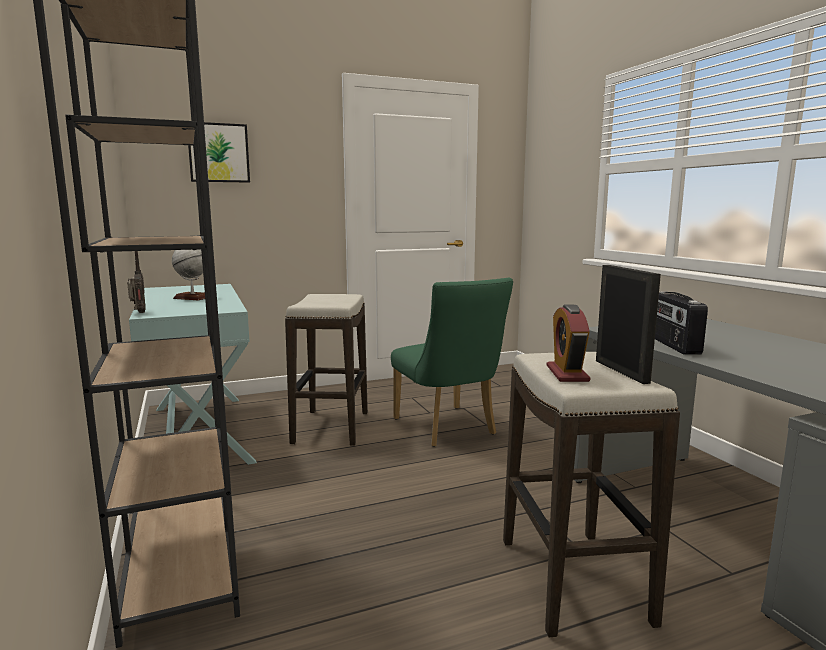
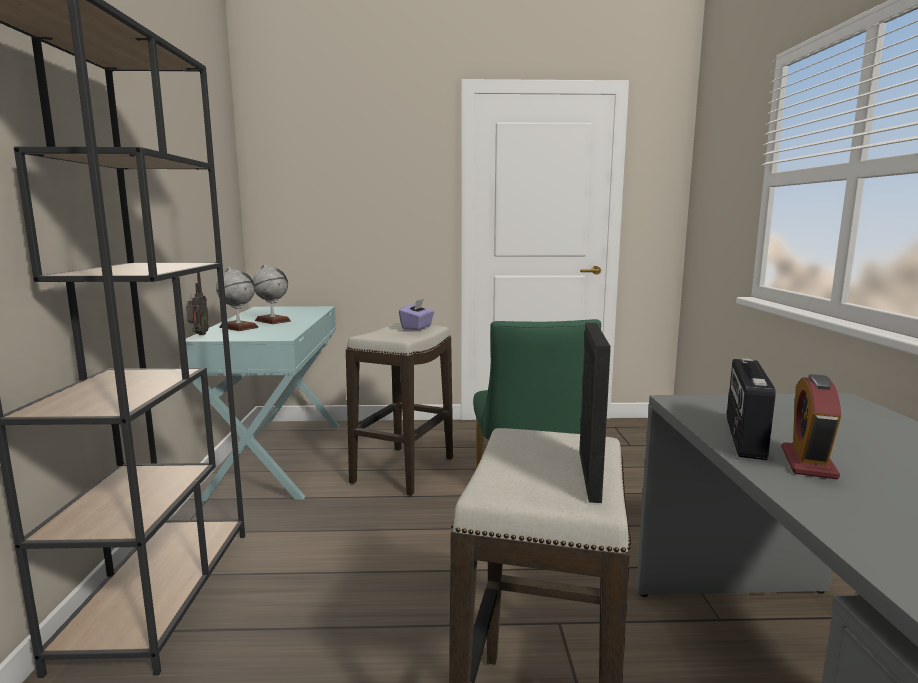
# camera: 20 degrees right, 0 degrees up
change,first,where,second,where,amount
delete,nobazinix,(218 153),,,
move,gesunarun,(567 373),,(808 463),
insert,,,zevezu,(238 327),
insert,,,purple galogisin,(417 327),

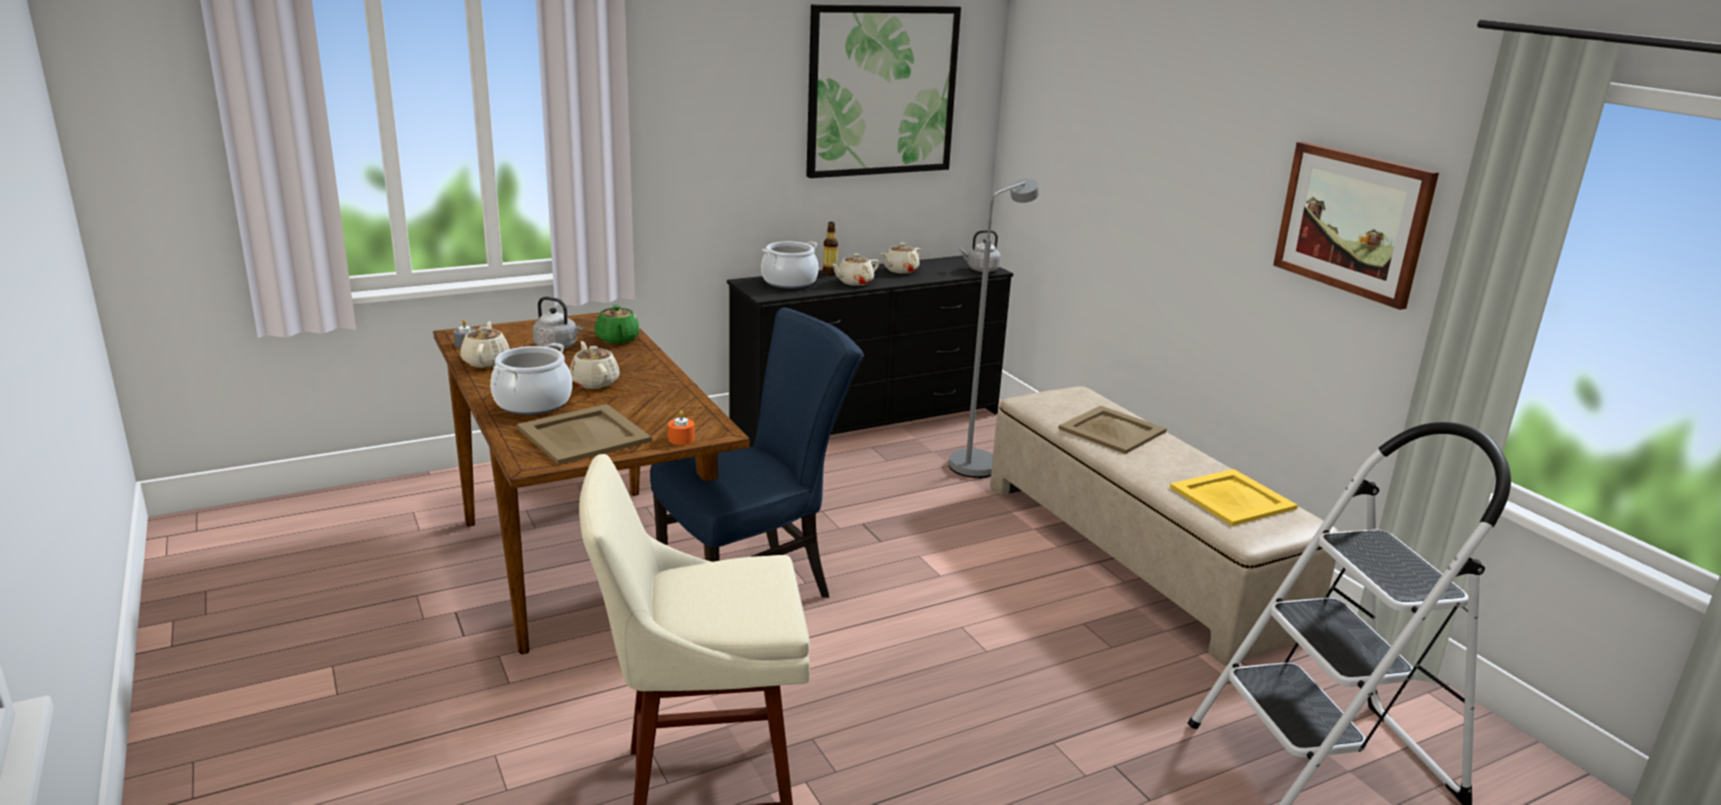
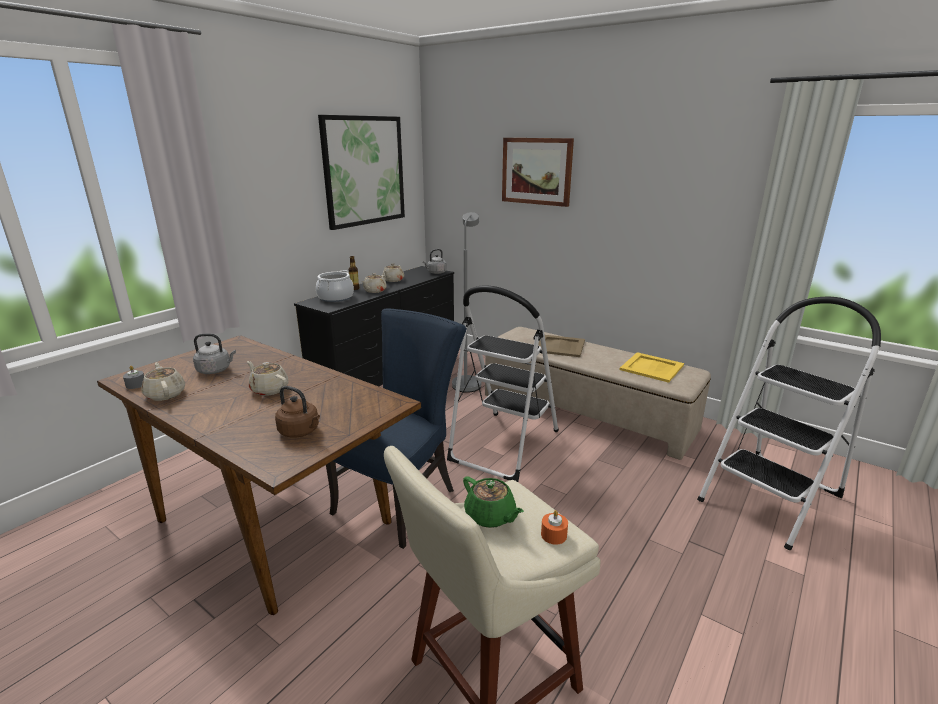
# camera: 25 degrees left, 0 degrees up
change,first,where,second,where,amount
move,nobazinix,(1353 222),,(536 171),
move,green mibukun,(617 339),,(490 516),
delete,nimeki,(532 403),,,
replace,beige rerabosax,(585 435),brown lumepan,(300 431),
move,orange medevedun,(681 439),,(553 535),
insert,,,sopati,(502 446),

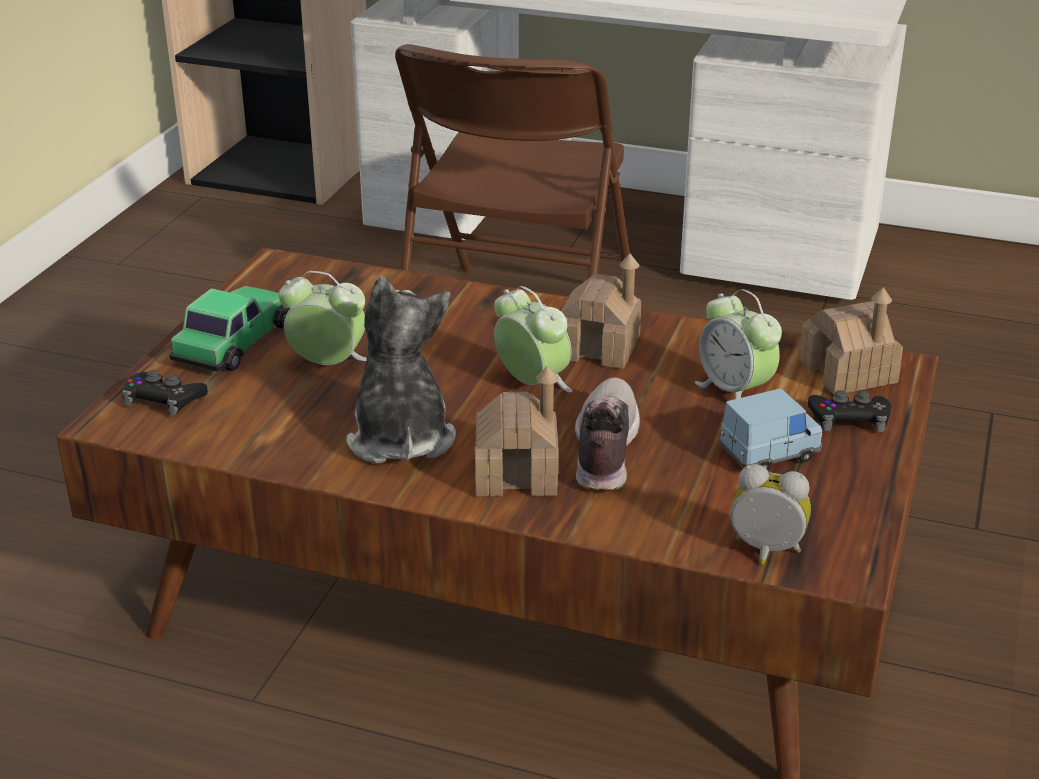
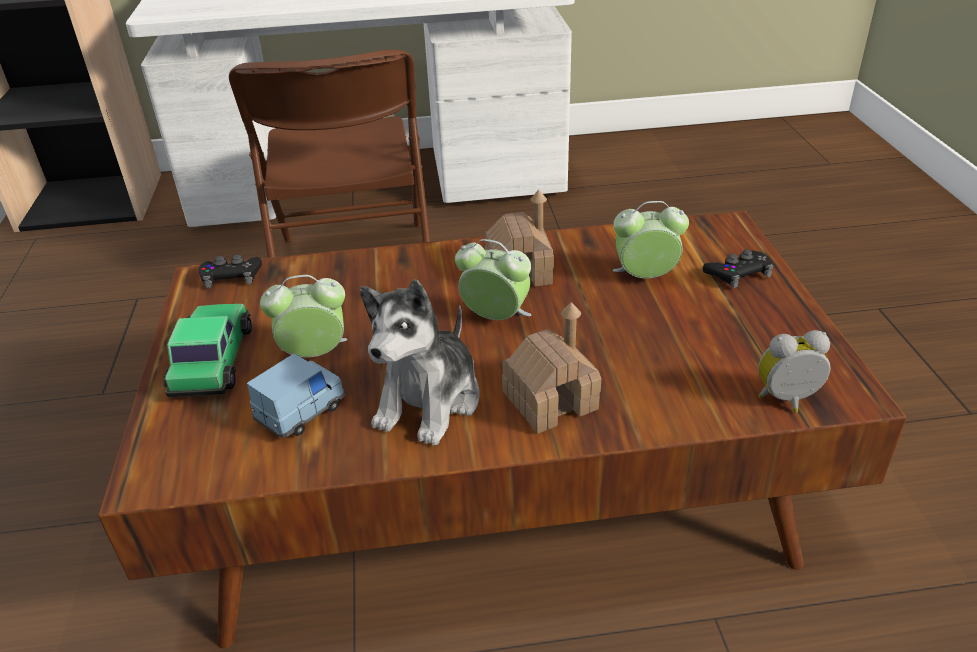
# camera: 25 degrees left, 5 degrees up
change,first,where,second,where,amount
rotate,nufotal,(400 437),,(430 401),120 degrees counterclockwise
delete,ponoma,(848 372),,,
rotate,gesunarun,(735 391),,(645 277),150 degrees clockwise
move,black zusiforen,(164 400),,(231 276),
delete,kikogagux,(603 450),,,
move,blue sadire,(769 453),,(301 412),

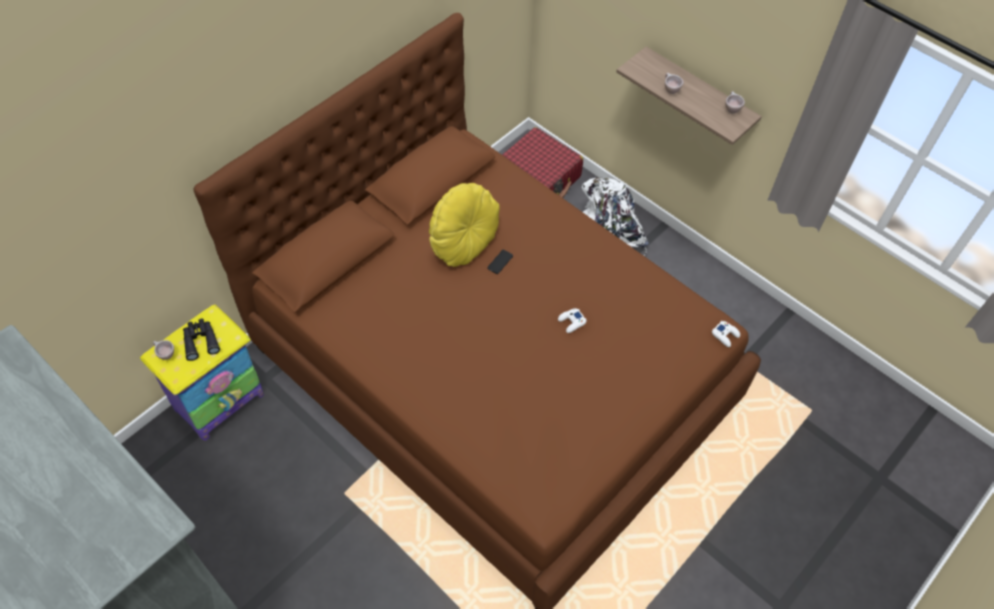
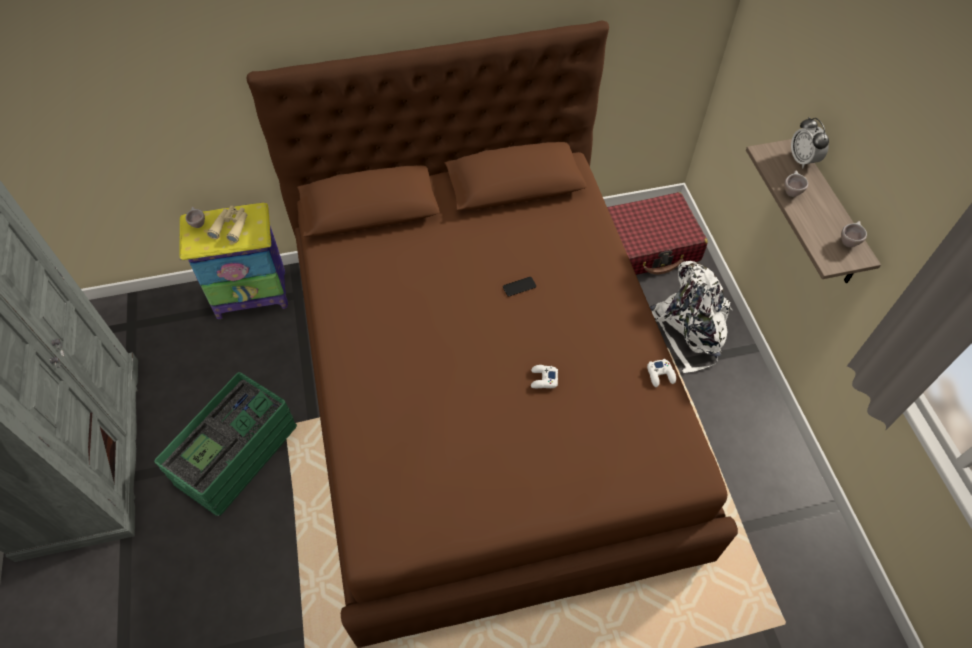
# camera: 35 degrees right, 0 degrees up
change,first,where,second,where,amount
delete,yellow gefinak,(464 247),,,
recolor,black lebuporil,(201 341),beige lebuporil,(231 226),
move,white zusiforen,(725 335),,(660 375),
insert,,,gesunarun,(802 160),
insert,,,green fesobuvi,(235 452),

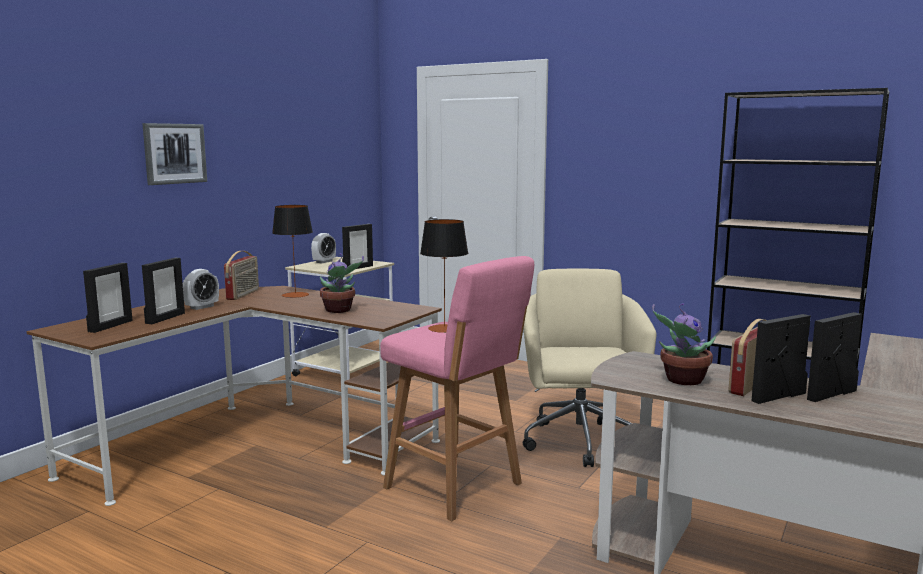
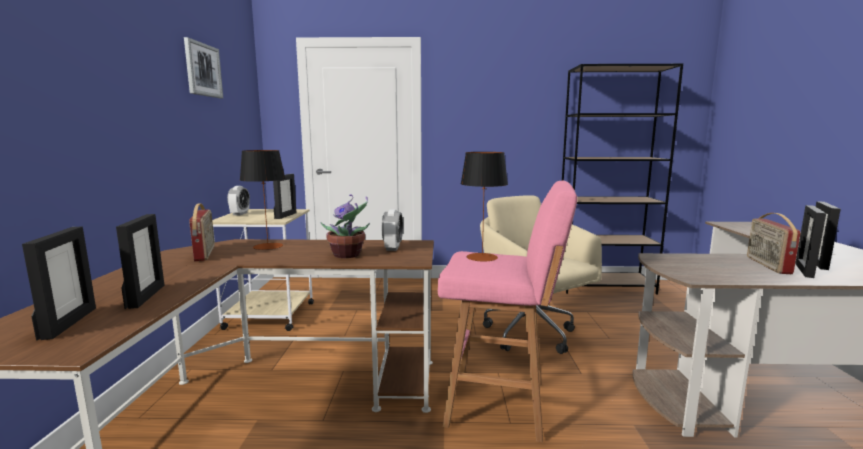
# camera: 30 degrees left, 0 degrees up
change,first,where,second,where,amount
move,nobazinix,(174 153),,(203 70),
move,gesunarun,(202 307),,(392 248),
delete,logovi,(682 380),,,

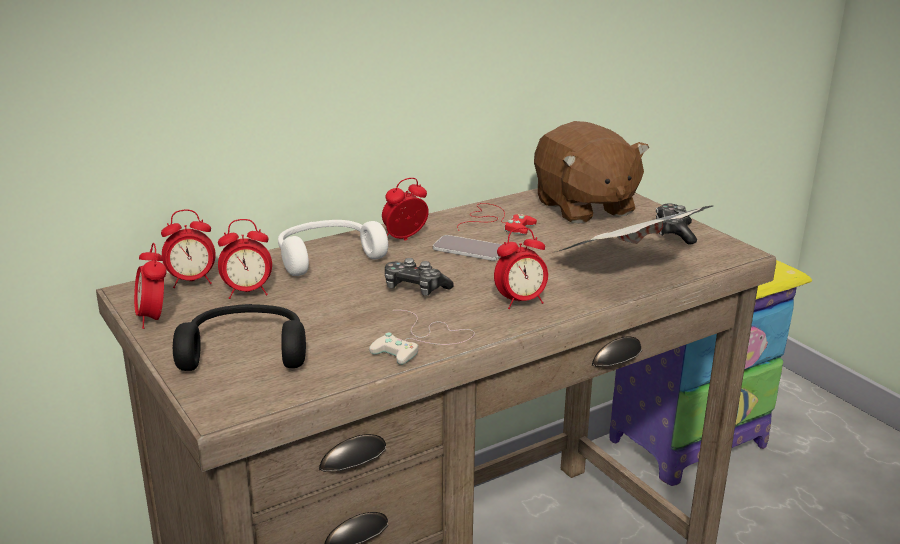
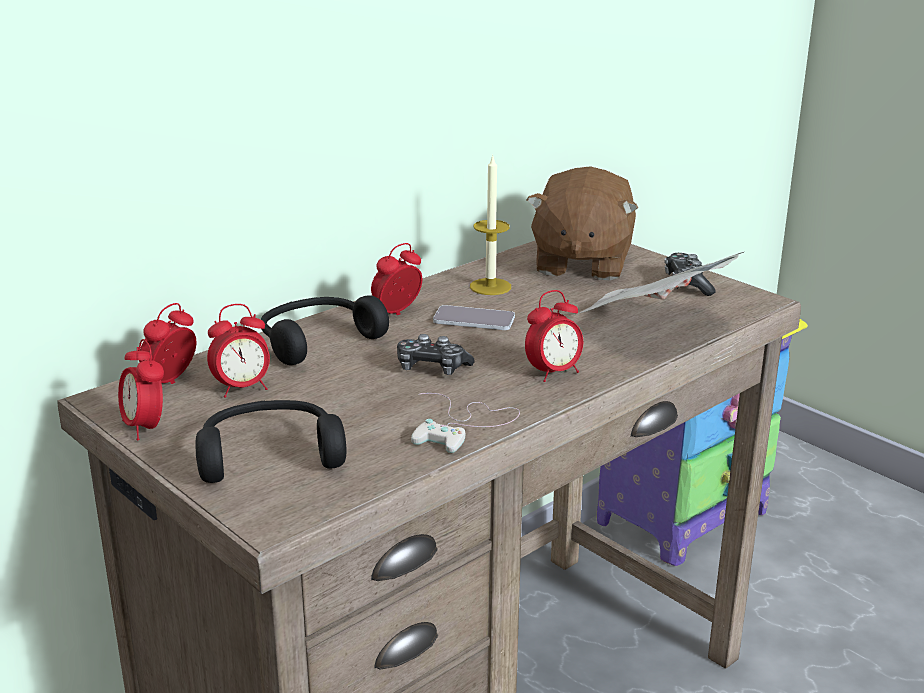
# camera: 10 degrees left, 0 degrees up
change,first,where,second,where,amount
rotate,brown nufotal,(584 207),,(580 263),45 degrees clockwise
replace,red zusiforen,(495 222),medevedun,(490 287),
rotate,gesunarun,(192 282),,(171 382),150 degrees clockwise
recolor,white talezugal,(327 257),black talezugal,(316 340),

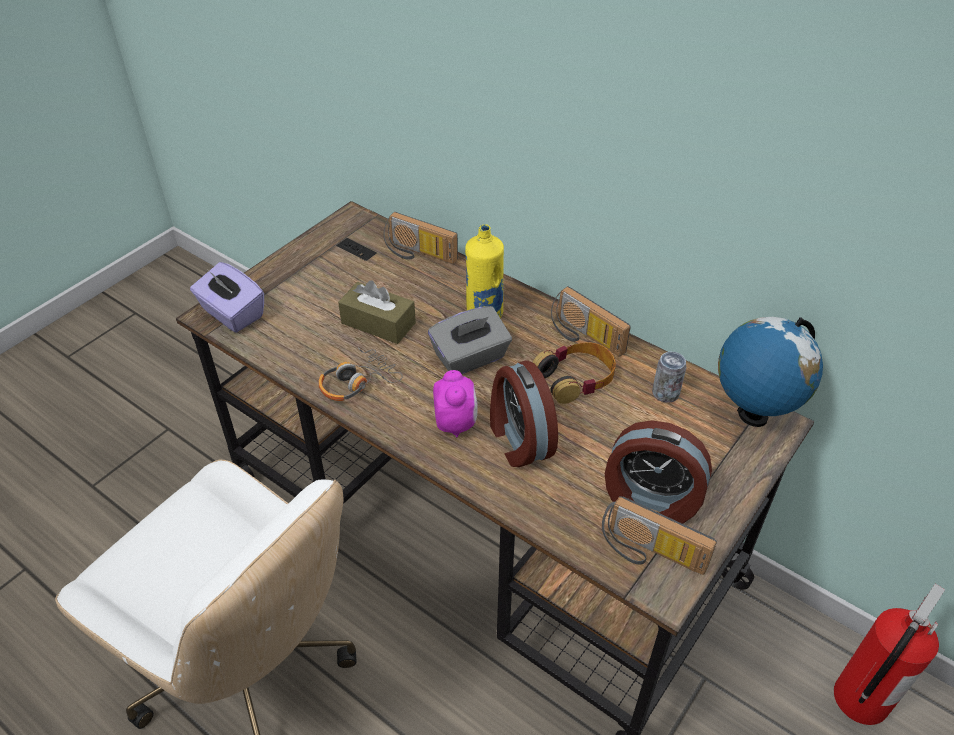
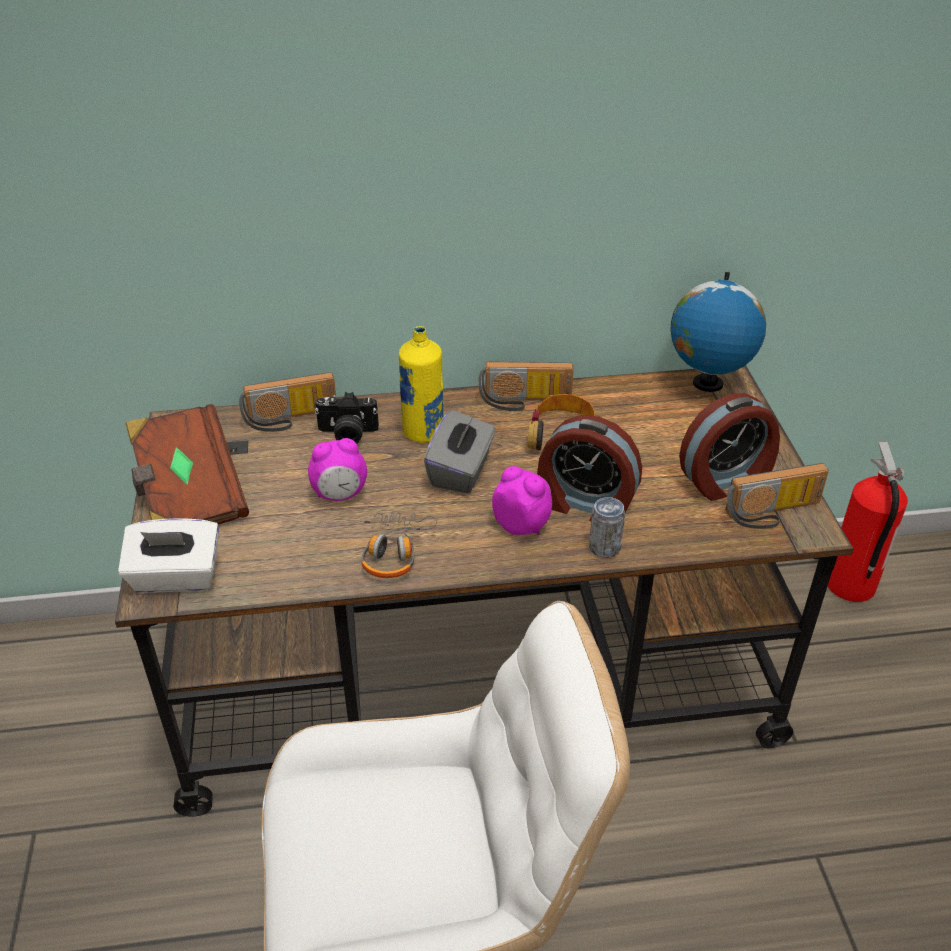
# camera: 45 degrees left, 5 degrees down
change,first,where,second,where,amount
recolor,purple galogisin,(232 314),white galogisin,(176 577),
replace,brown galogisin,(378 323),gesunarun,(340 494),
move,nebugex,(665 393),,(604 548),
insert,,,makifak,(347 434),
insert,,,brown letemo,(188 493),

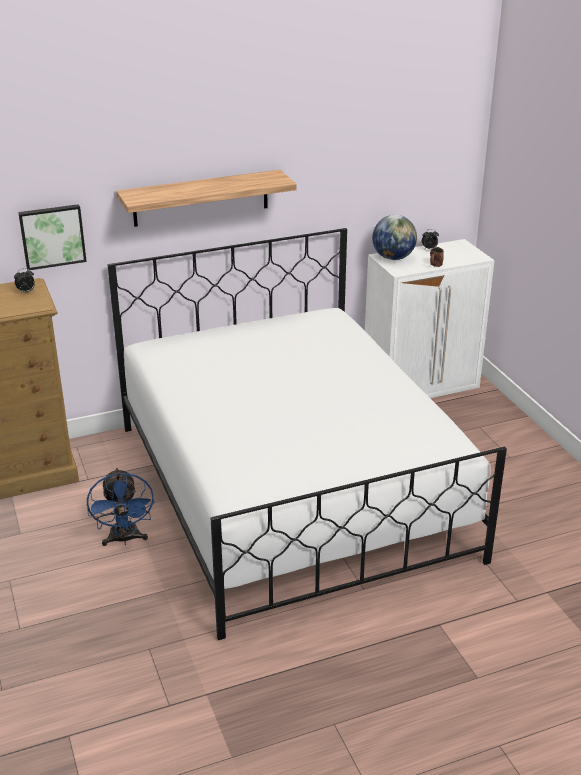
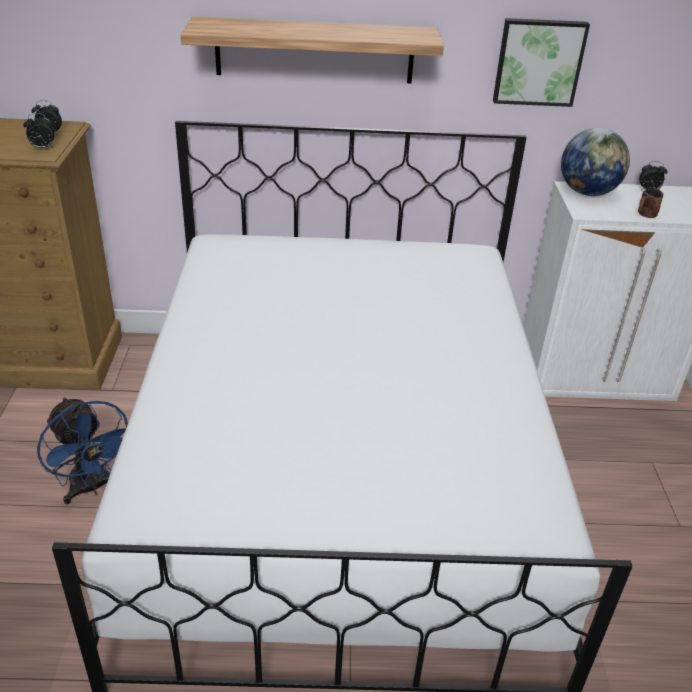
# camera: 20 degrees right, 5 degrees up
change,first,where,second,where,amount
move,nobazinix,(52 236),,(538 62),
rotate,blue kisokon,(124 539),,(92 488),45 degrees counterclockwise
insert,,,gesunarun,(42 148),

